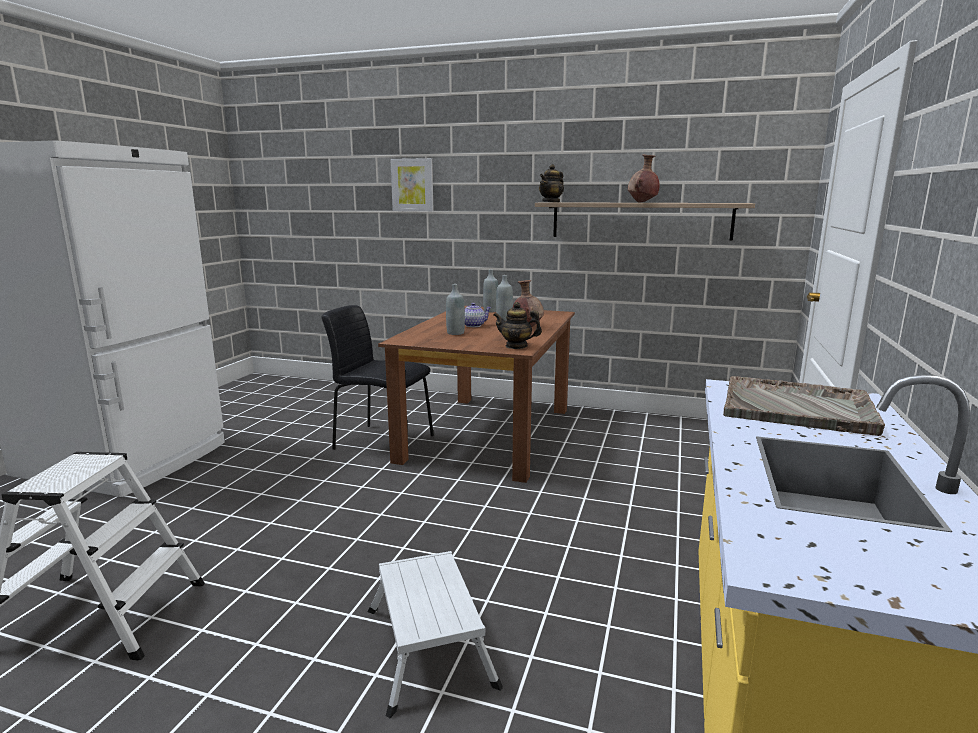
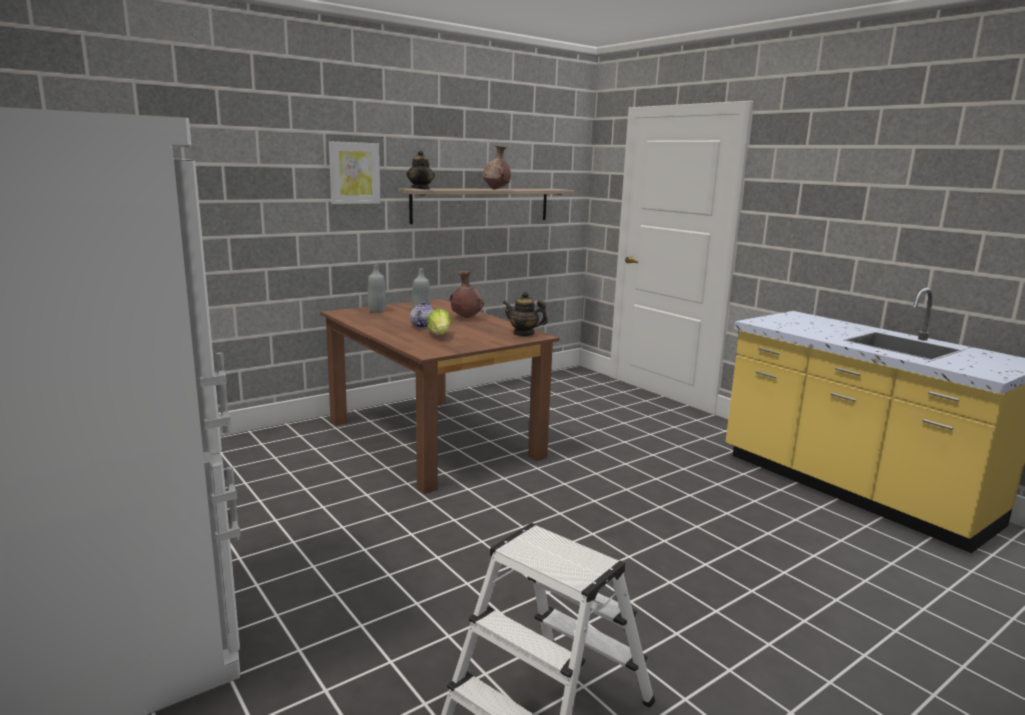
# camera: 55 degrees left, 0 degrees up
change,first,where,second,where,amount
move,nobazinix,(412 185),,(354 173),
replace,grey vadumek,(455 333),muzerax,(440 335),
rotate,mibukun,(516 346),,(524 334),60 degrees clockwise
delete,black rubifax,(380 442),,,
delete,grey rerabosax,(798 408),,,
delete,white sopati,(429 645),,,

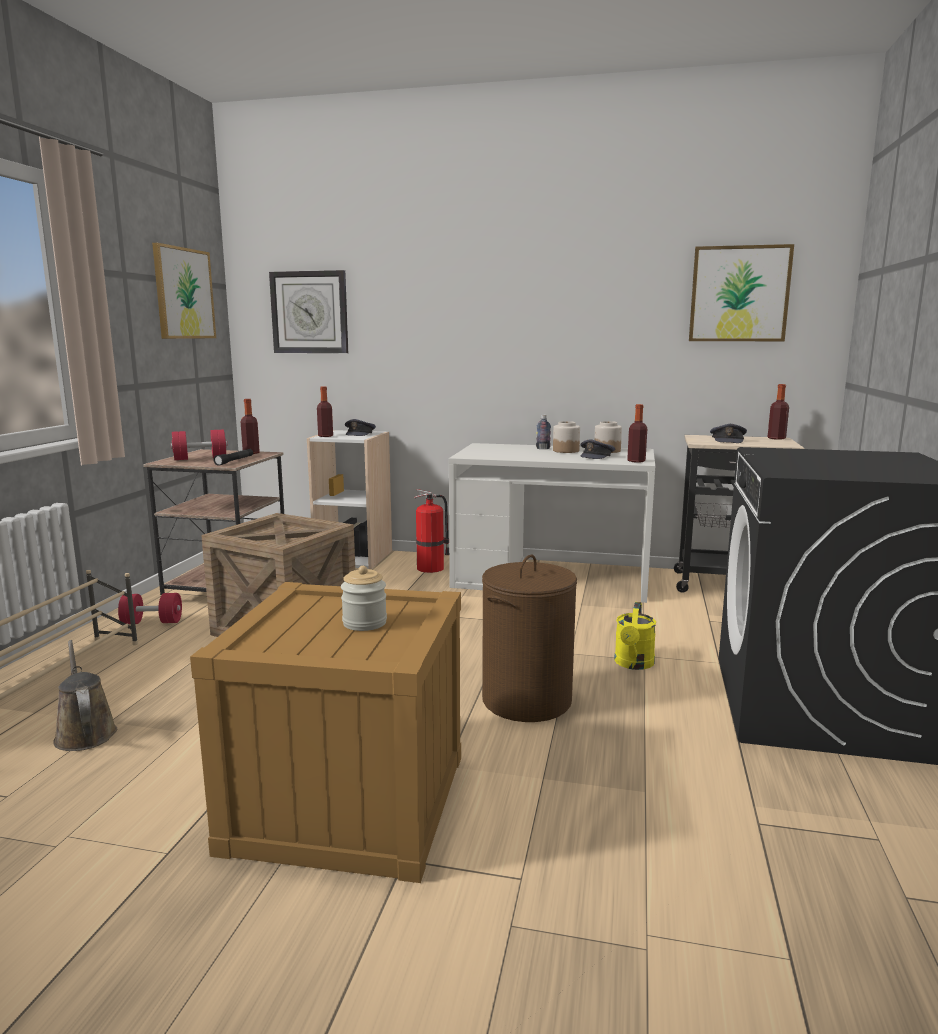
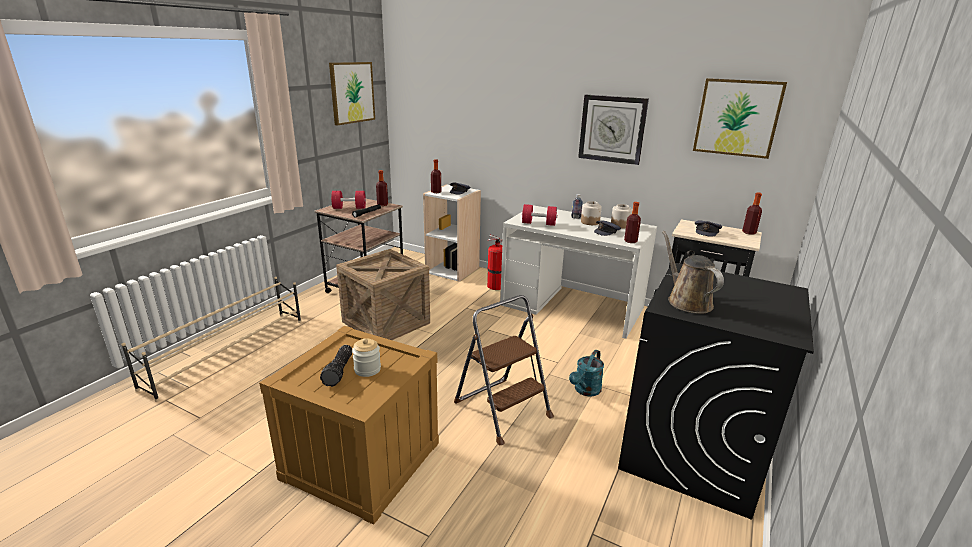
# camera: 15 degrees right, 10 degrees up
change,first,where,second,where,amount
move,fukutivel,(309 312),,(612 129),
replace,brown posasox,(527 700),brown sopati,(500 407),
move,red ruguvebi,(152 622),,(538 223),
recolor,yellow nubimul,(633 664),turquoise nubimul,(585 391),
move,brown nubimul,(85 733),,(686 301),
insert,,,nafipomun,(340 371),

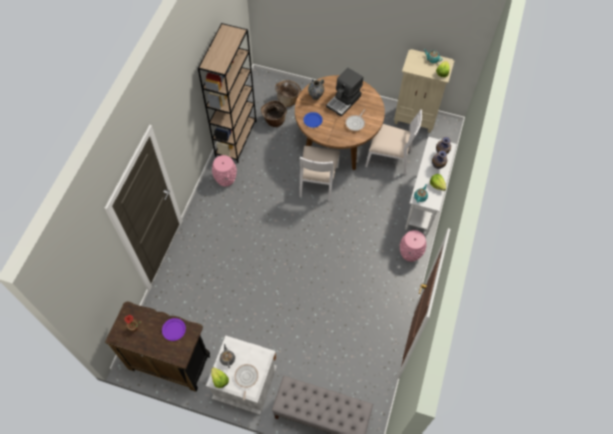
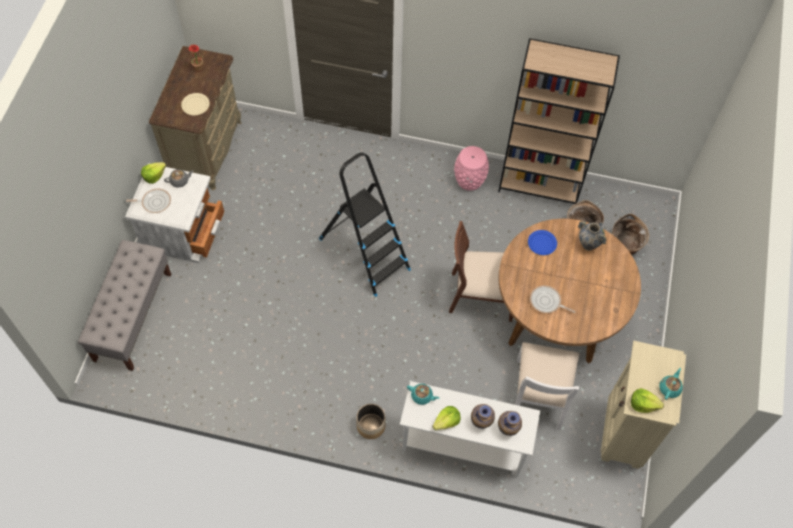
# camera: 85 degrees right, 0 degrees up
change,first,where,second,where,amount
delete,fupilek,(344 101),,,
recolor,white rubifax,(317 181),brown rubifax,(481 295),
replace,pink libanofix,(410 253),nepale,(370 426),
recolor,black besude,(170 360),beige besude,(208 151),
recolor,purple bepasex,(173 330),beige bepasex,(195 105),
insert,,,black sopati,(364 254),

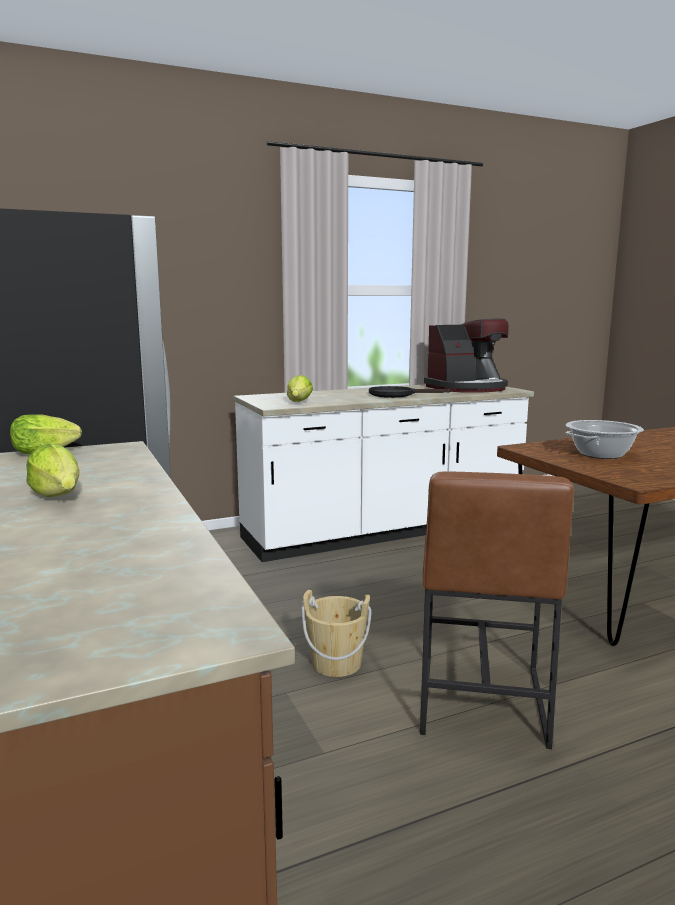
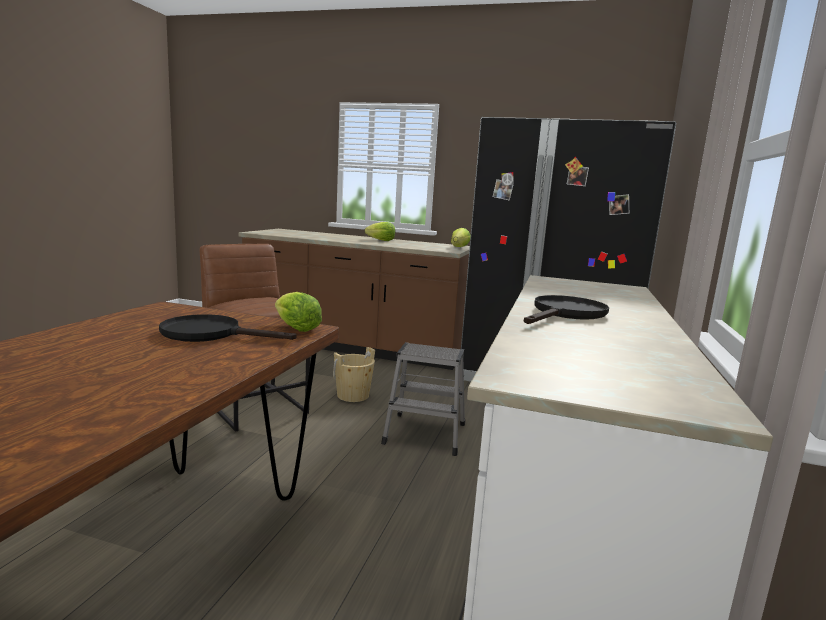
# camera: 130 degrees right, 0 degrees up
change,first,where,second,where,amount
delete,fupilek,(467 388),,,
move,muzerax,(299 402),,(296 328),
replace,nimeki,(601 454),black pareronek,(211 334),
insert,,,grey sopati,(424 433),

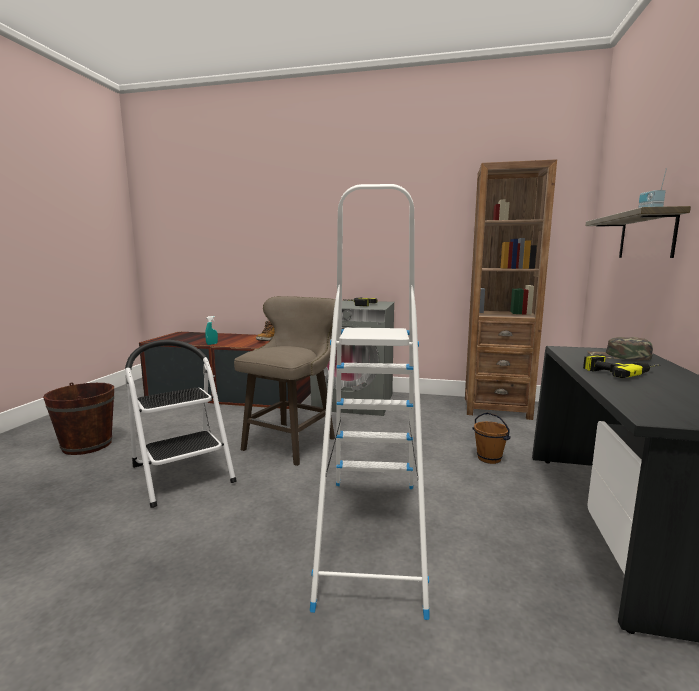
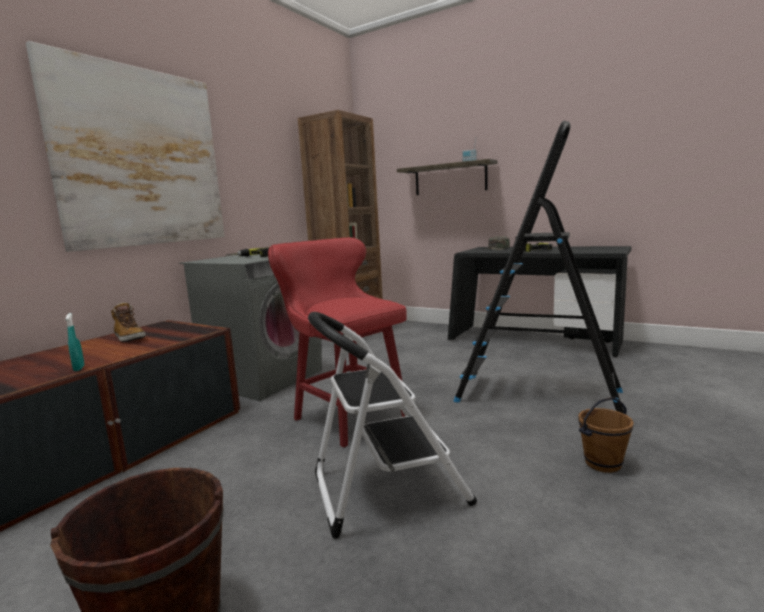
# camera: 70 degrees left, 0 degrees up
change,first,where,second,where,amount
recolor,white sopati,(371 534),black sopati,(537 396),
recolor,beige libanofix,(292 442),red libanofix,(347 416),
move,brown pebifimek,(488 458),,(603 464),
insert,,,nobazinix,(141 158),

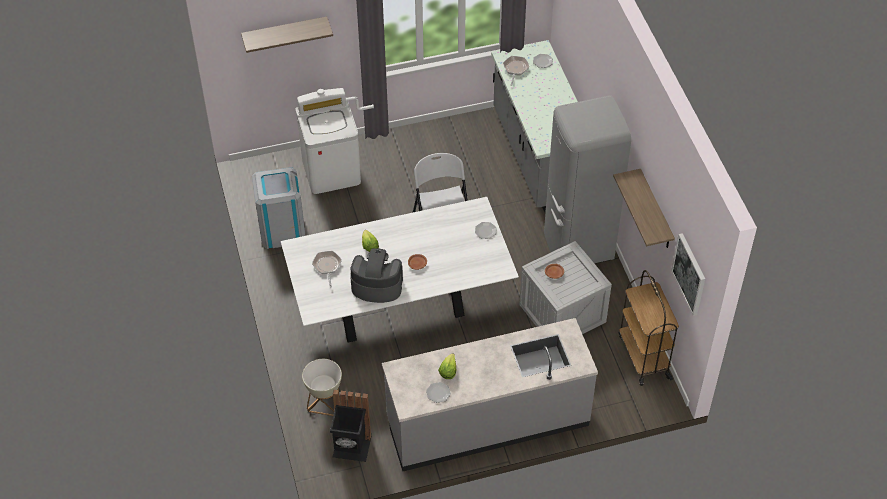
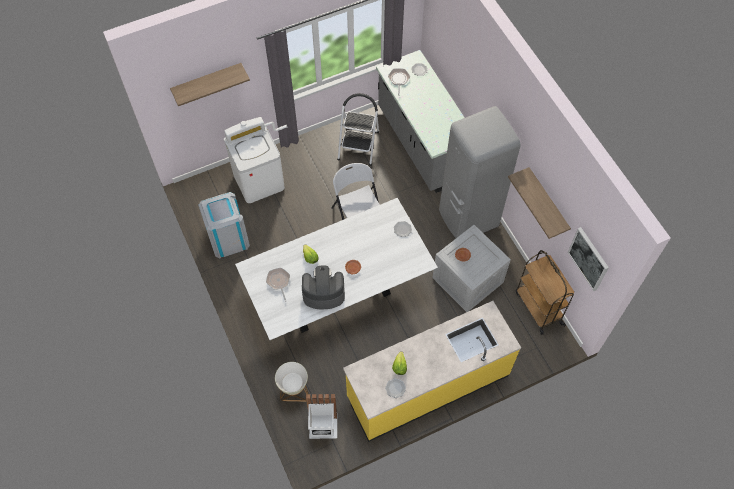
# camera: 10 degrees left, 10 degrees up
change,first,where,second,where,amount
recolor,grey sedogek,(487 421),yellow sedogek,(427 386),
recolor,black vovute,(351 448),white vovute,(323 428),
insert,,,sopati,(359 144),

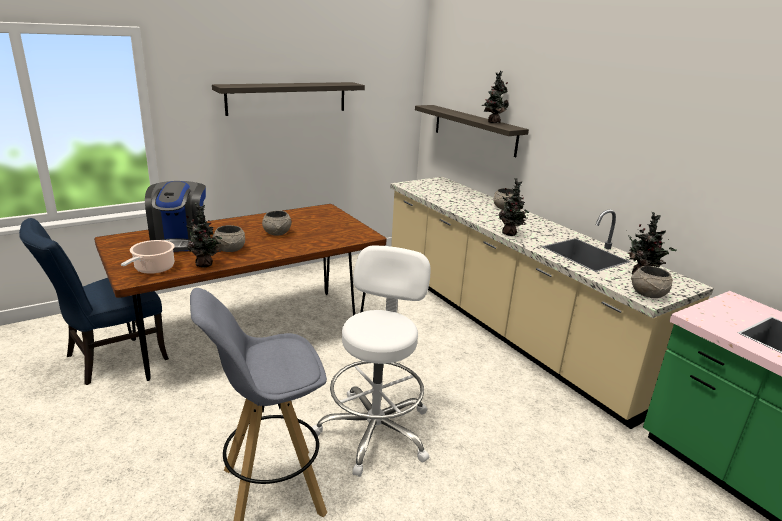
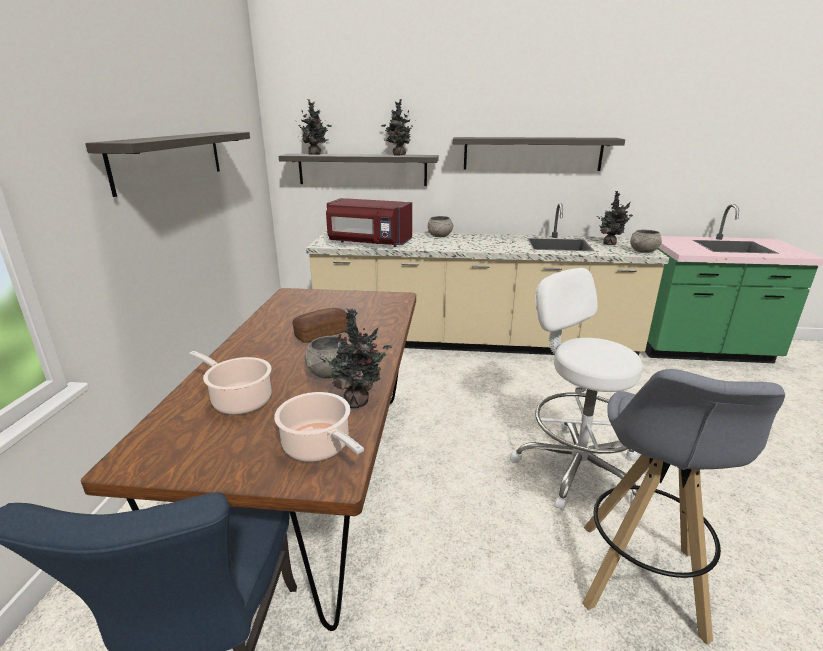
# camera: 50 degrees left, 0 degrees up
change,first,where,second,where,amount
move,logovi,(510 234),,(316 154),
replace,fupilek,(180 240),nimeki,(239 400),
replace,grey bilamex,(277 233),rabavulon,(322 334),
insert,,,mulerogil,(532 153),
insert,,,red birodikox,(368 243),

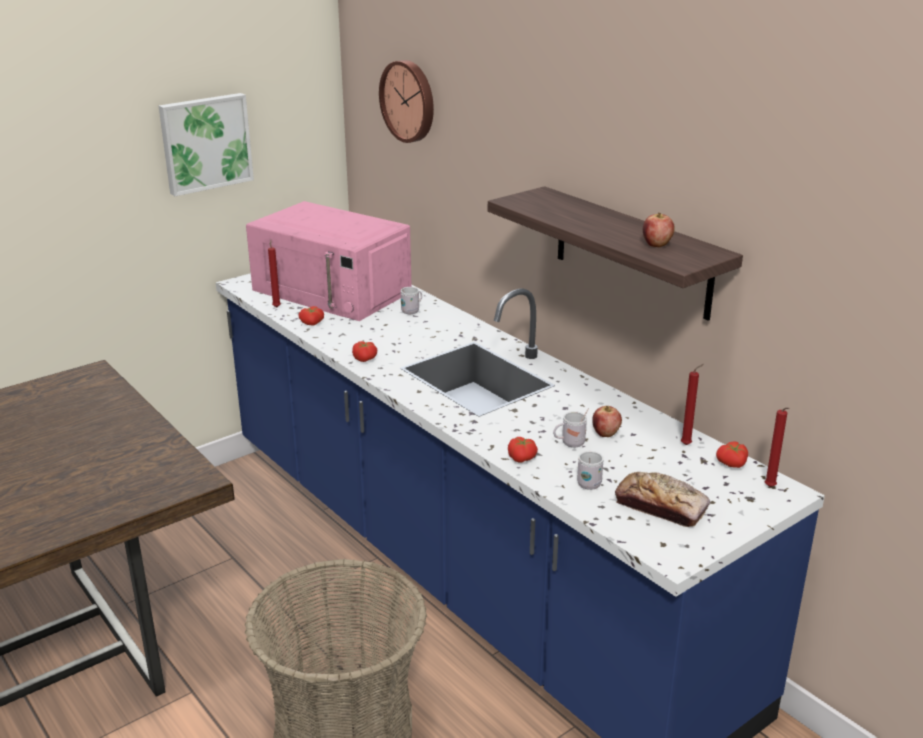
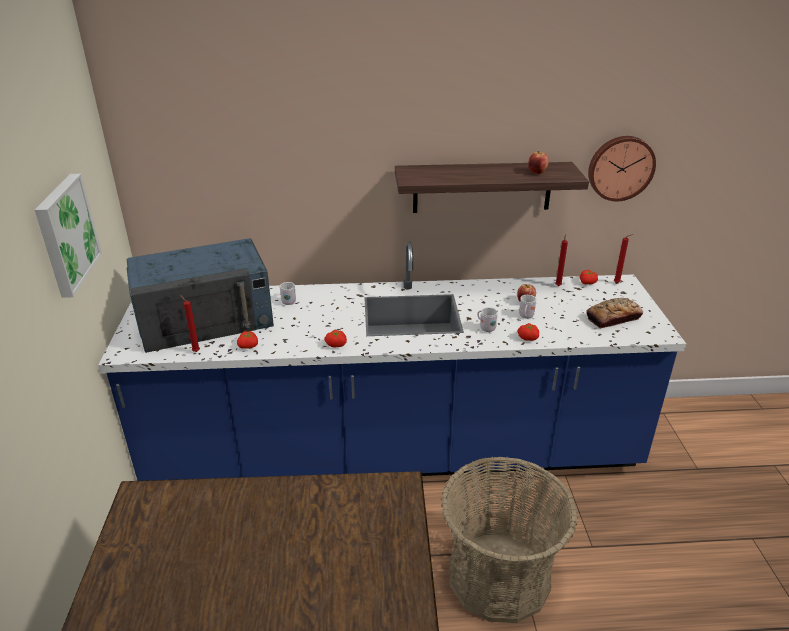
# camera: 55 degrees left, 5 degrees up
change,first,where,second,where,amount
move,fukutivel,(409 101),,(620 167),
recolor,pink birodikox,(333 291),blue birodikox,(206 318),
move,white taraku,(589 482),,(485 328),

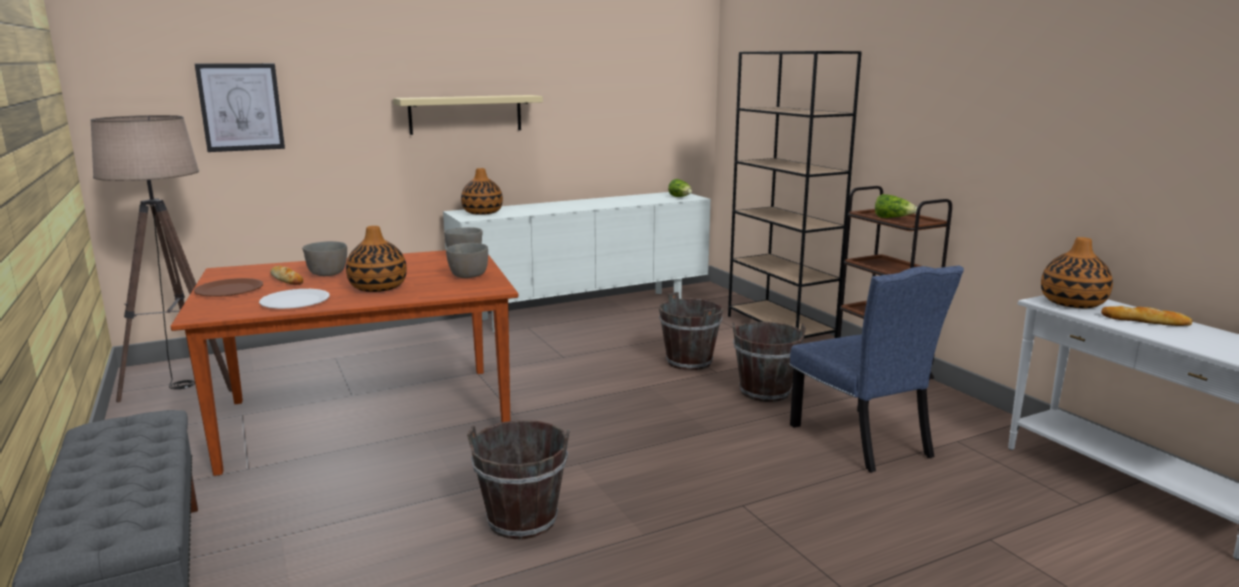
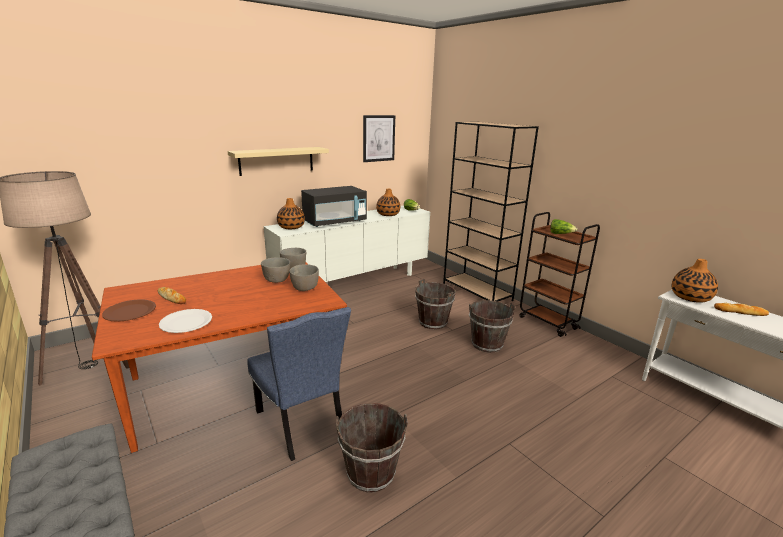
# camera: 10 degrees left, 5 degrees up
change,first,where,second,where,amount
move,nobazinix,(241 107),,(378 138),
move,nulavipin,(378 287),,(388 214),
move,grey bilamex,(328 274),,(277 280),
move,blue rubifax,(860 438),,(301 421),
insert,,,black birodikox,(335 222),

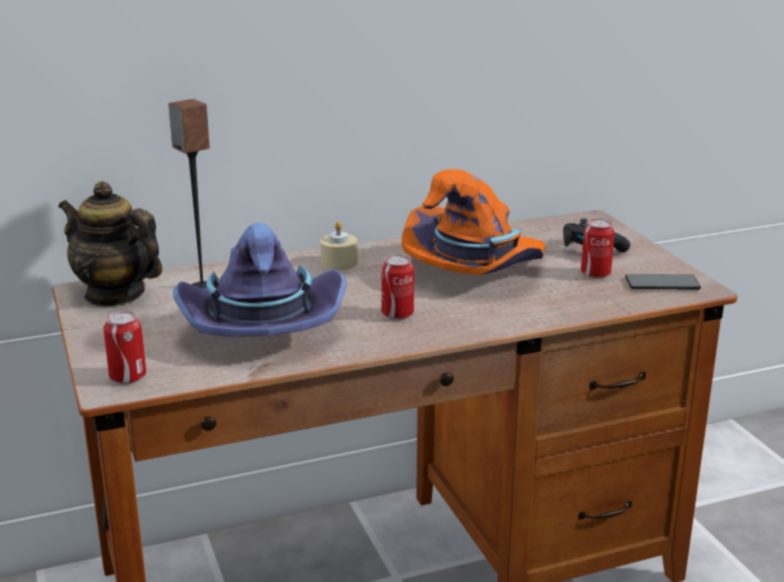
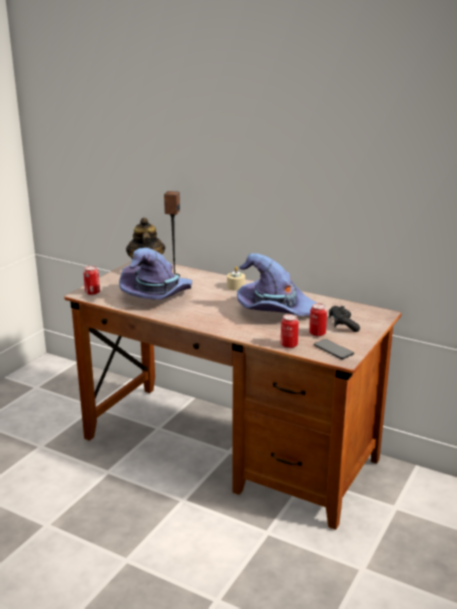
# camera: 50 degrees right, 0 degrees up
change,first,where,second,where,amount
recolor,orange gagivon,(476 268),purple gagivon,(277 310),
move,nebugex,(397 314),,(289 345),

